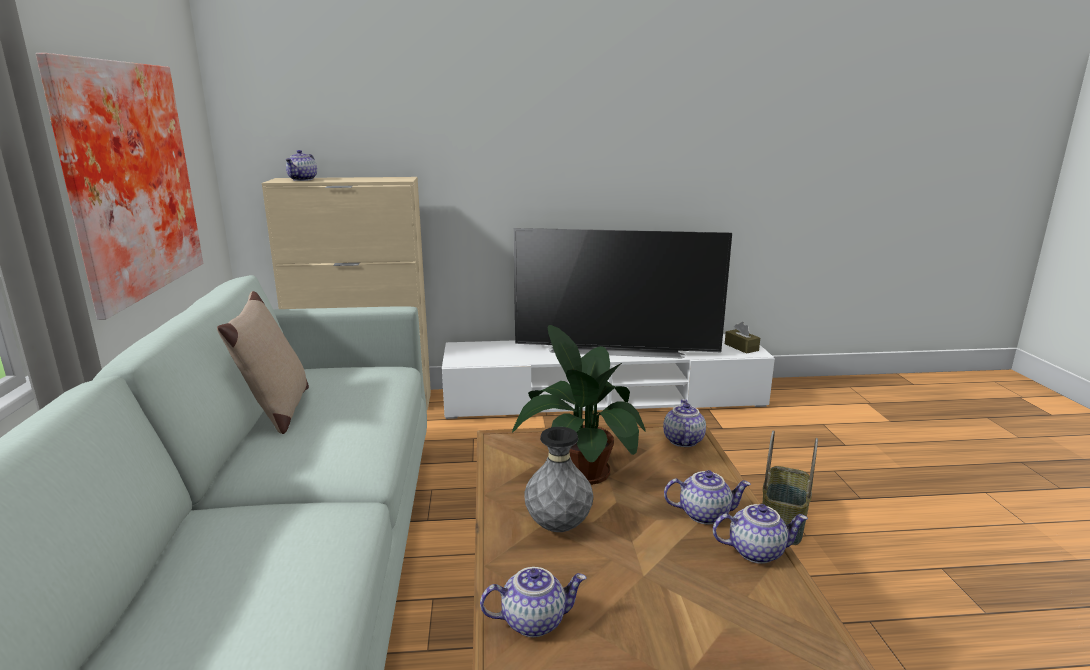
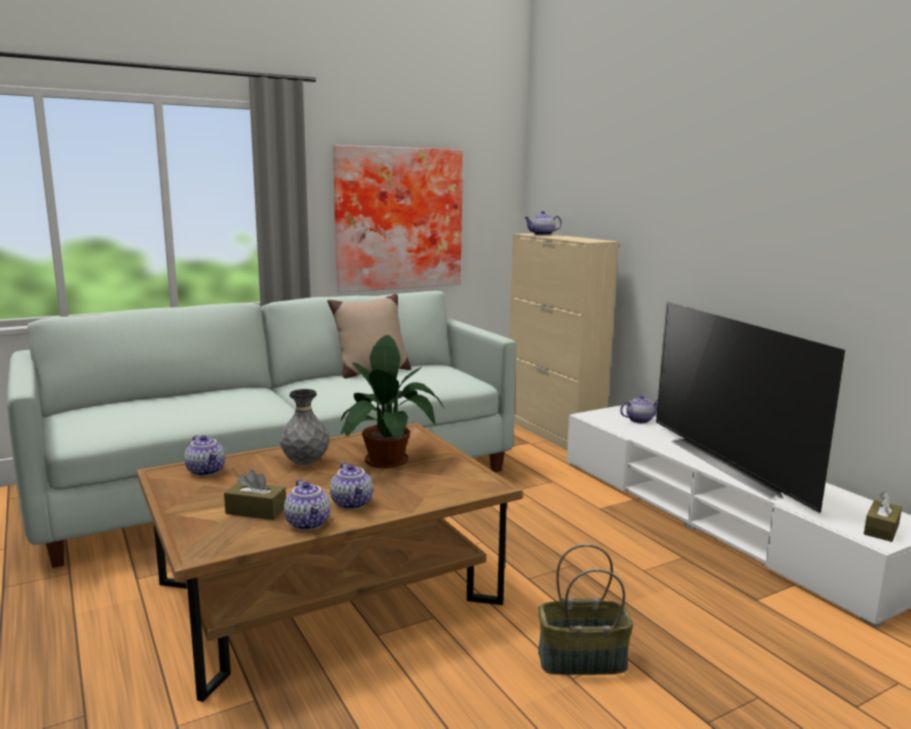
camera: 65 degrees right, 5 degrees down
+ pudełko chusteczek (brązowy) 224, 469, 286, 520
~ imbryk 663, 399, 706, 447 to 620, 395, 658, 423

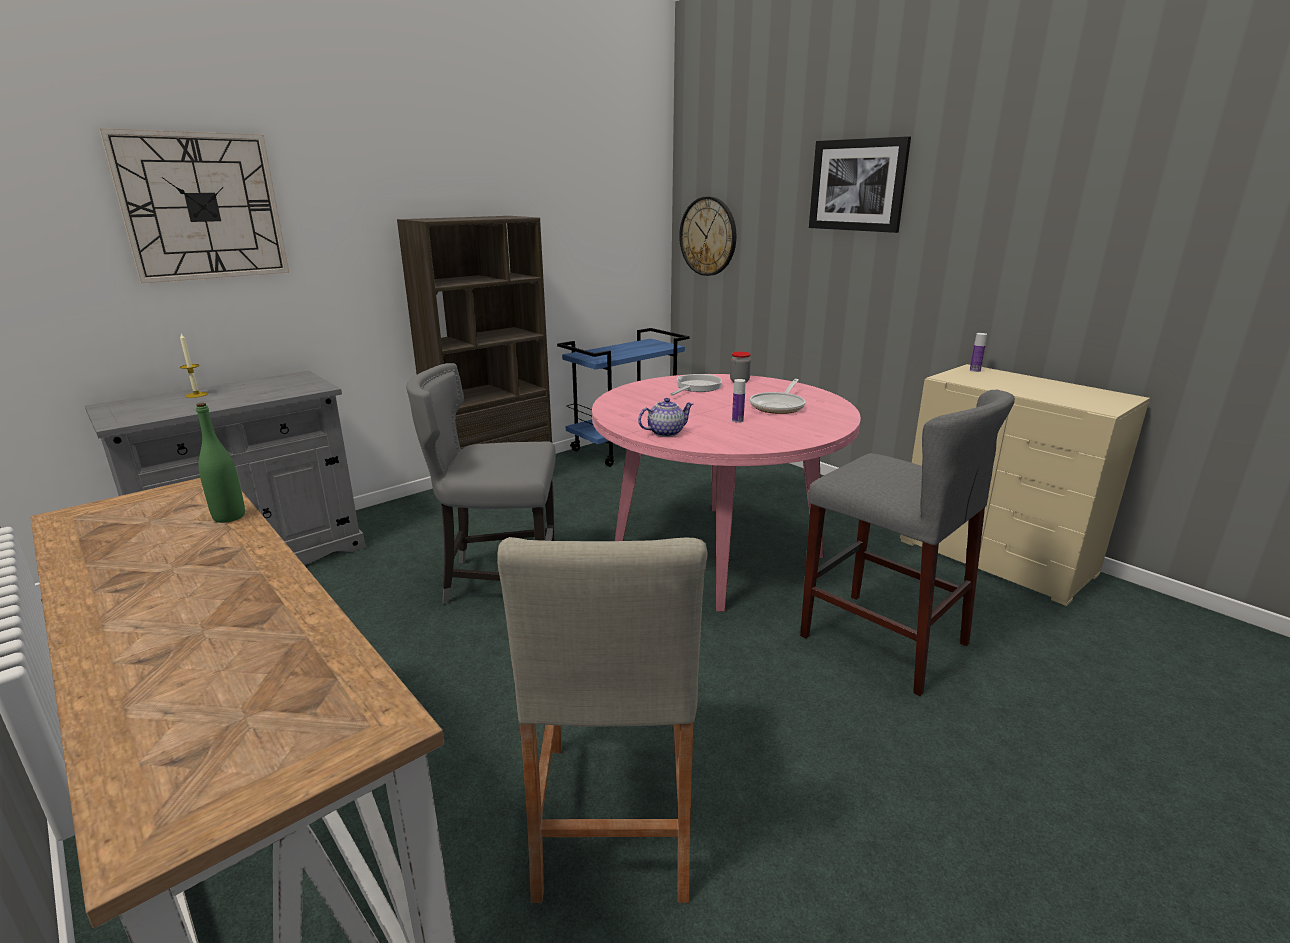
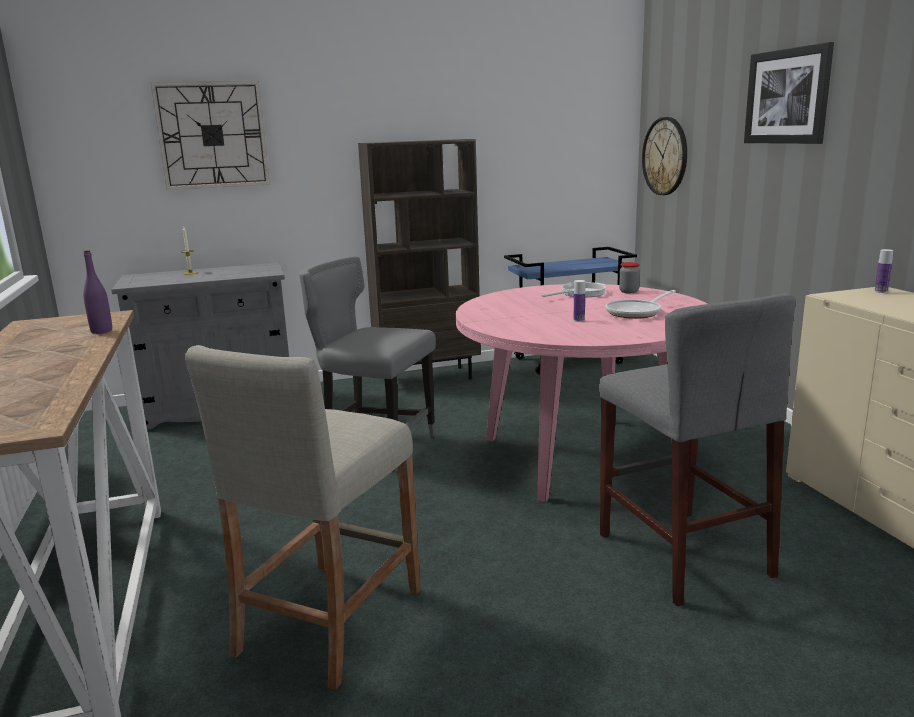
camera: 25 degrees right, 5 degrees down
- imbryk 638, 398, 693, 437
~ butelka (zielony) 196, 403, 245, 523 to butelka (fioletowy) 83, 250, 112, 334

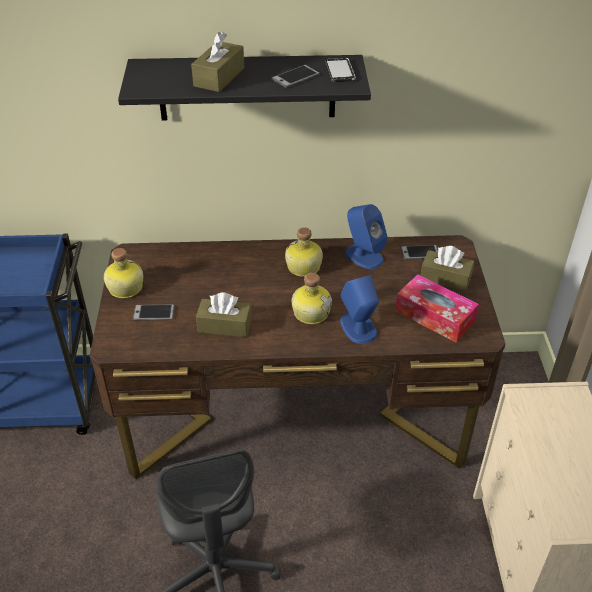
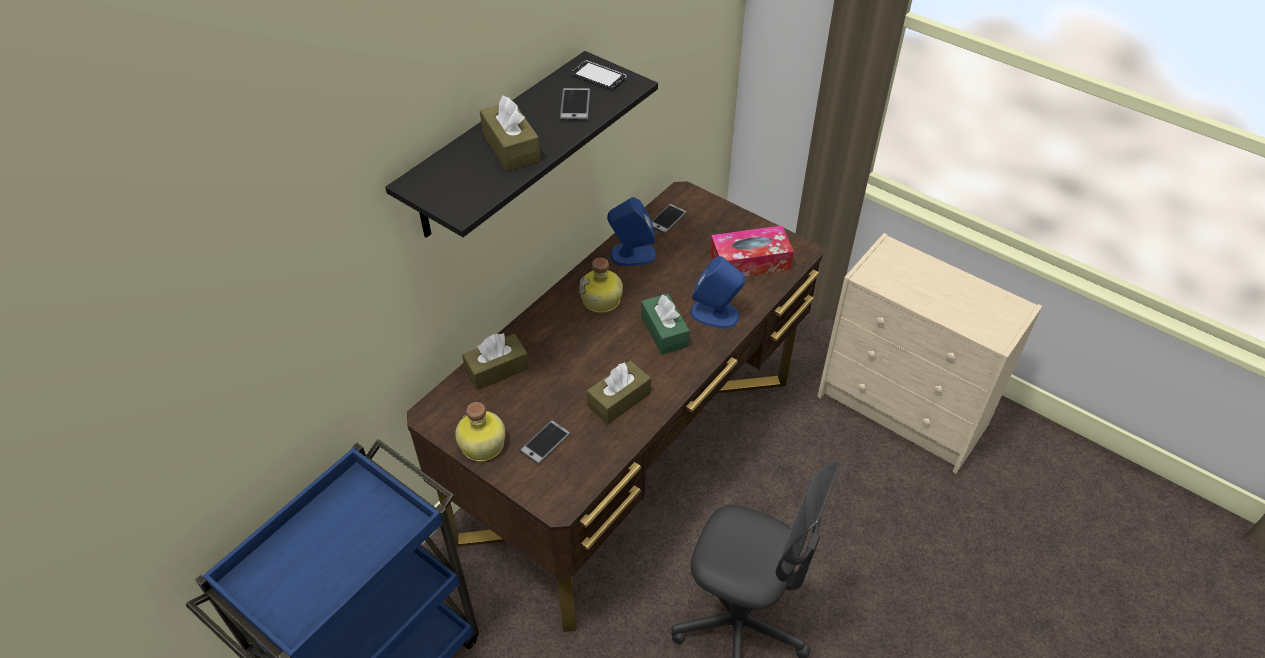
camera: 50 degrees left, 5 degrees up
~ pudełko chusteczek (brązowy) 421, 246, 474, 291 to 462, 333, 529, 390
~ butelka 292, 273, 332, 324 to pudełko chusteczek (zielony) 641, 294, 690, 355

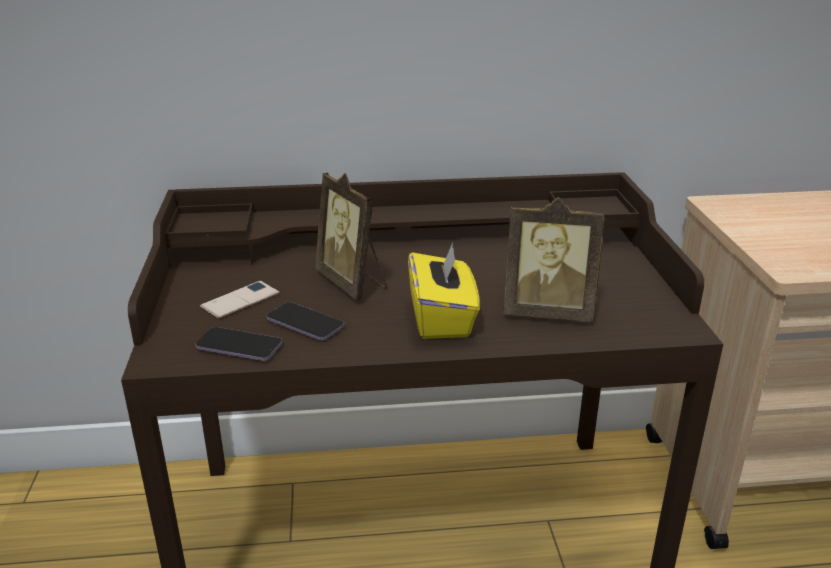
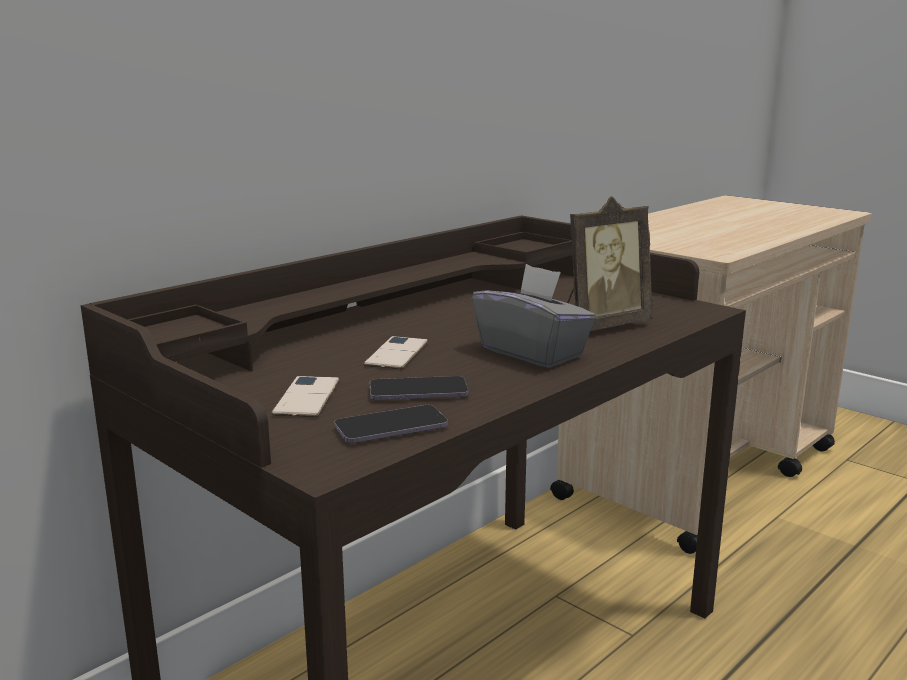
camera: 40 degrees left, 10 degrees down
~ ramka na zdjęcie 315, 172, 387, 300 to telefon 364, 336, 428, 369
~ pudełko chusteczek (żółty) 408, 242, 480, 339 to pudełko chusteczek (szary) 472, 264, 596, 368

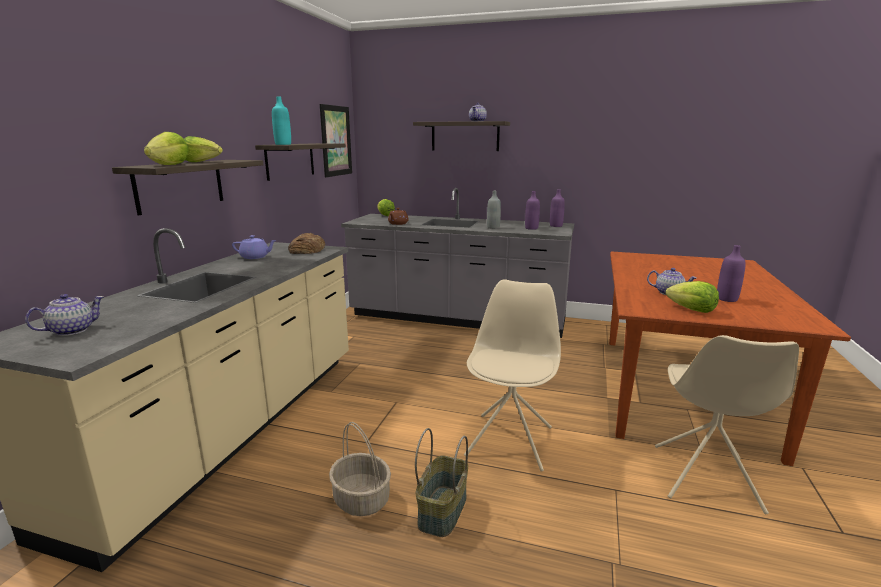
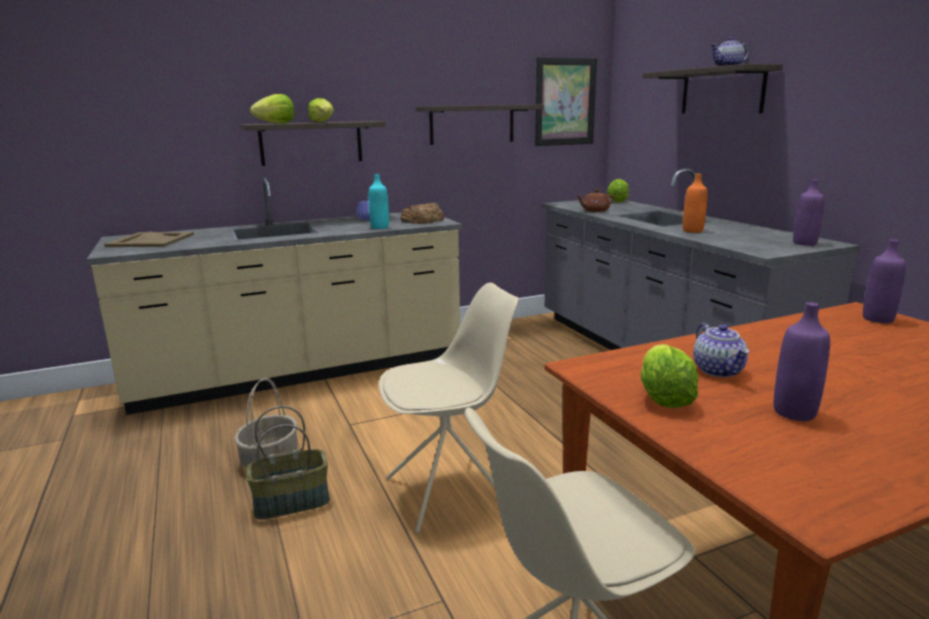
camera: 50 degrees right, 0 degrees up
~ butelka (turkusowy) 272, 97, 291, 145 to 369, 174, 389, 229
~ butelka (fioletowy) 525, 191, 540, 230 to 863, 239, 906, 323
~ imbryk 25, 294, 104, 336 to taca (beżowy) 104, 232, 194, 247
~ butelka (szary) 487, 191, 501, 229 to butelka (pomarańczowy) 683, 174, 708, 233

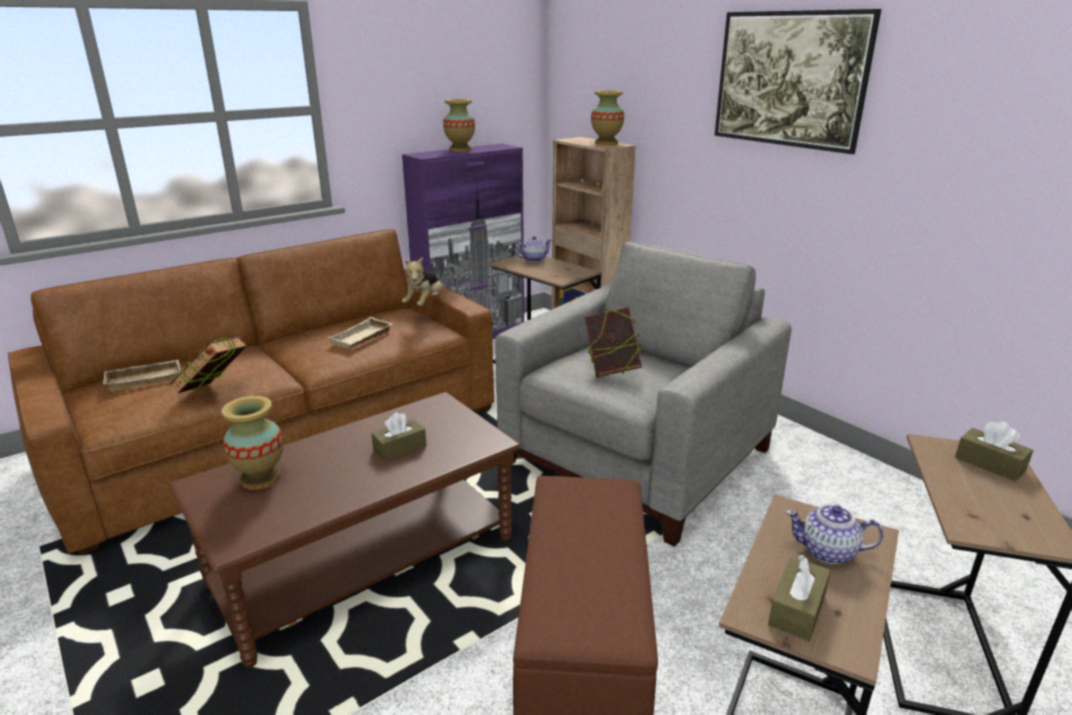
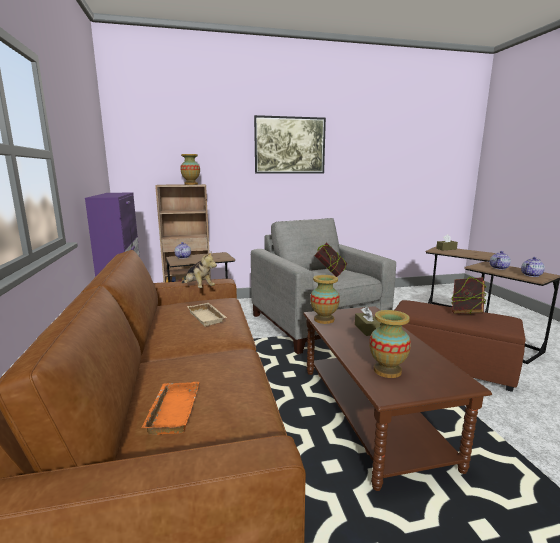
camera: 65 degrees left, 10 degrees down
~ książka 170, 336, 247, 393 to 451, 277, 486, 315
~ wazon 443, 99, 475, 152 to 310, 275, 340, 324
~ pudełko chusteczek (brązowy) 768, 555, 831, 641 to imbryk 521, 257, 545, 277
~ taca (beżowy) 103, 360, 180, 391 to taca (pomarańczowy) 141, 382, 199, 435

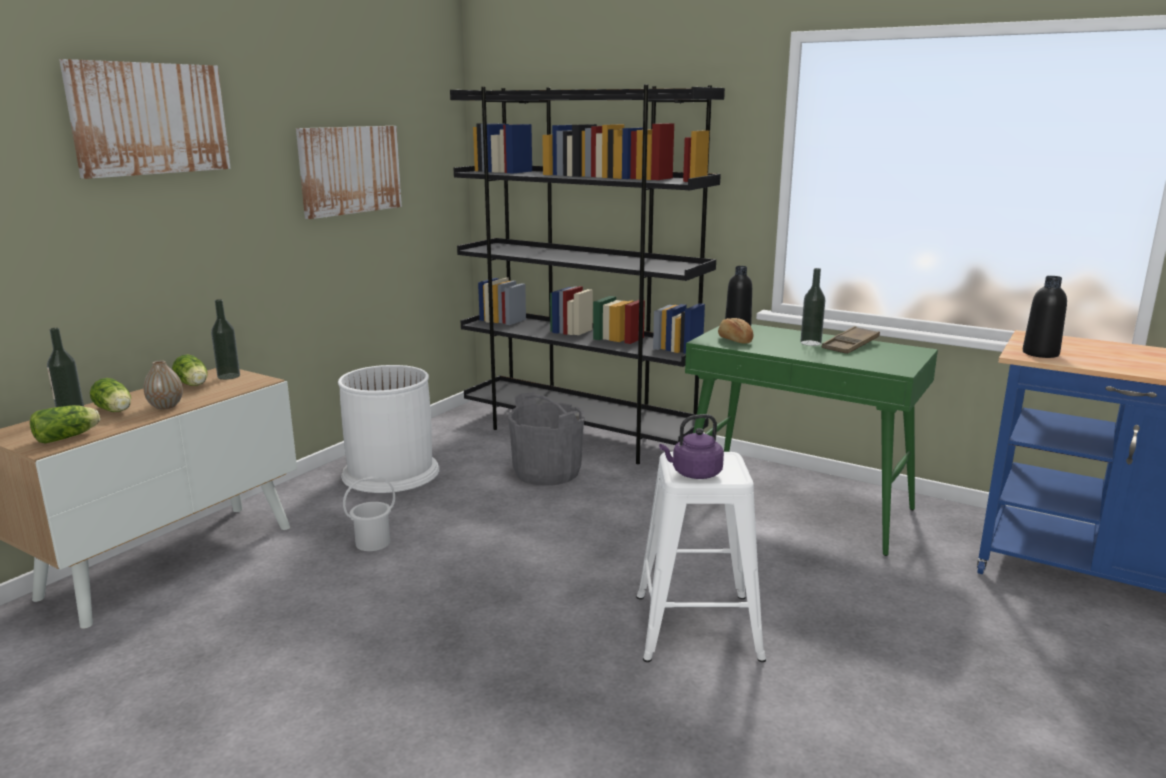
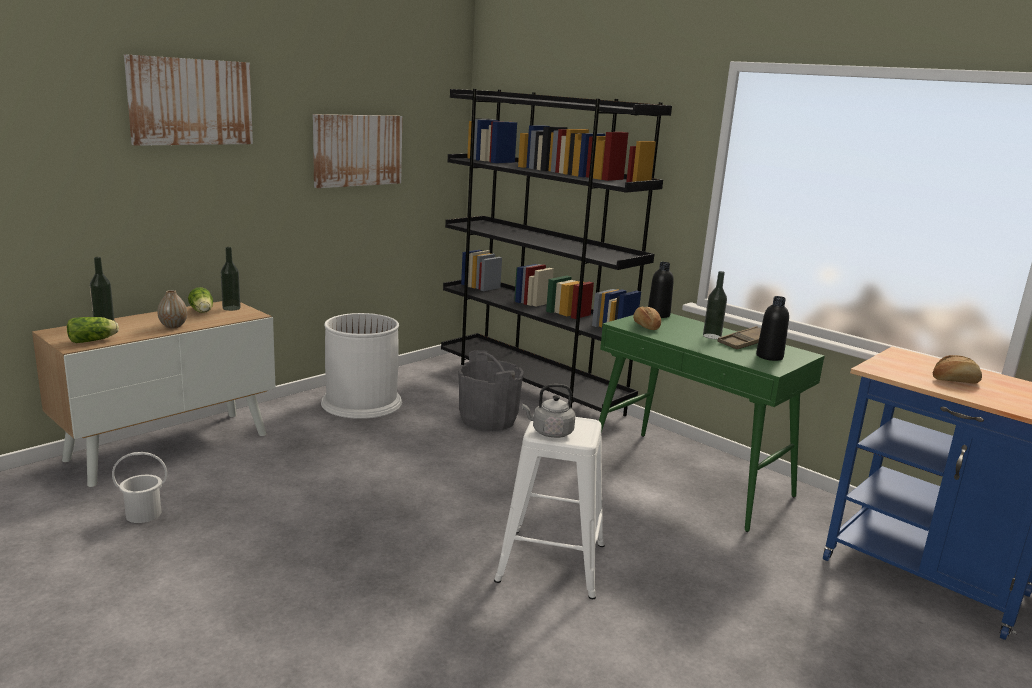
camera: 10 degrees right, 0 degrees up
- sałata 90, 378, 131, 412
+ chleb 933, 355, 982, 384
~ wiadro (biały) 343, 476, 395, 551 to 112, 452, 167, 523
~ butelka (czarny) 1023, 276, 1067, 358 to 756, 296, 789, 361
~ czajnik (fioletowy) 659, 414, 724, 479 to czajnik (szary) 522, 384, 575, 438

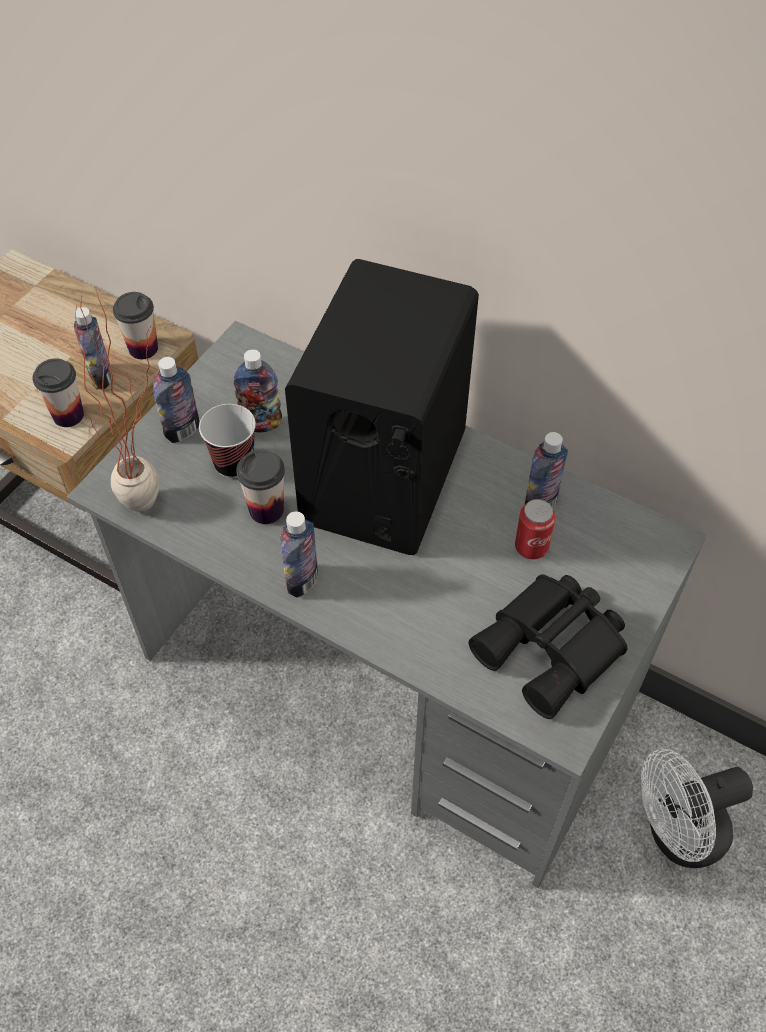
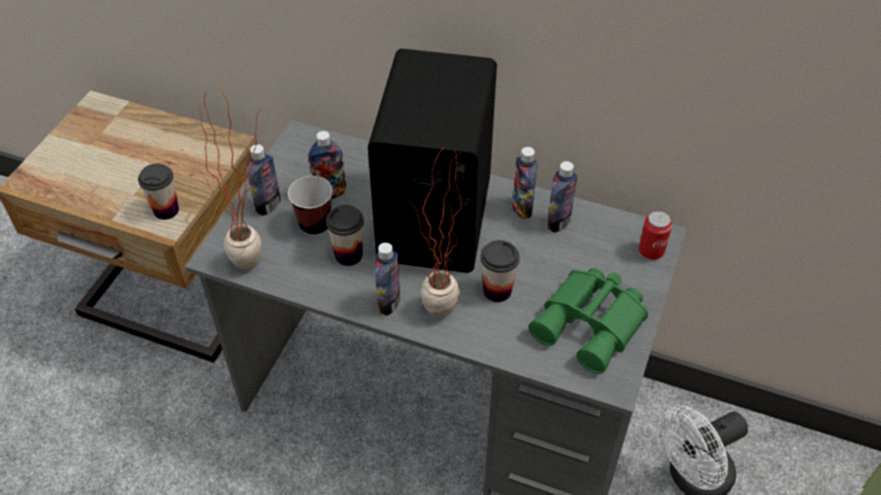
camera: 10 degrees left, 5 degrees down
+ roślina doniczkowa 408, 148, 462, 317
~ butelka 74, 307, 113, 389 to 512, 147, 537, 219
~ filiżanka 113, 292, 158, 359 to 480, 240, 520, 302
~ puszka 515, 499, 556, 559 to 638, 211, 672, 260
~ lornetka (czarny) 468, 574, 627, 719 to lornetka (zielony) 529, 268, 648, 374

